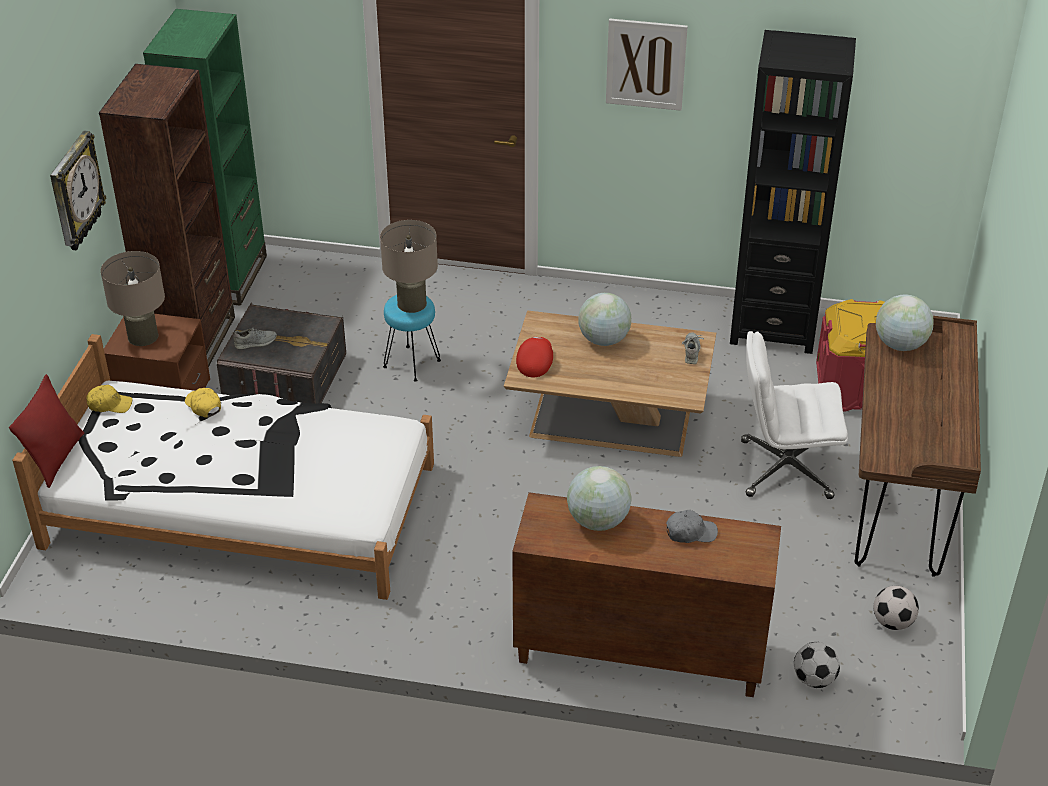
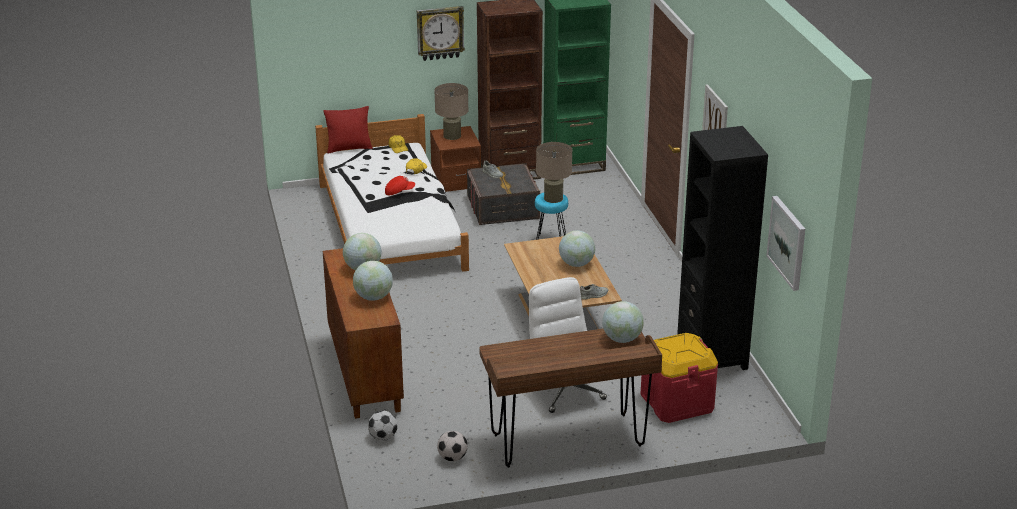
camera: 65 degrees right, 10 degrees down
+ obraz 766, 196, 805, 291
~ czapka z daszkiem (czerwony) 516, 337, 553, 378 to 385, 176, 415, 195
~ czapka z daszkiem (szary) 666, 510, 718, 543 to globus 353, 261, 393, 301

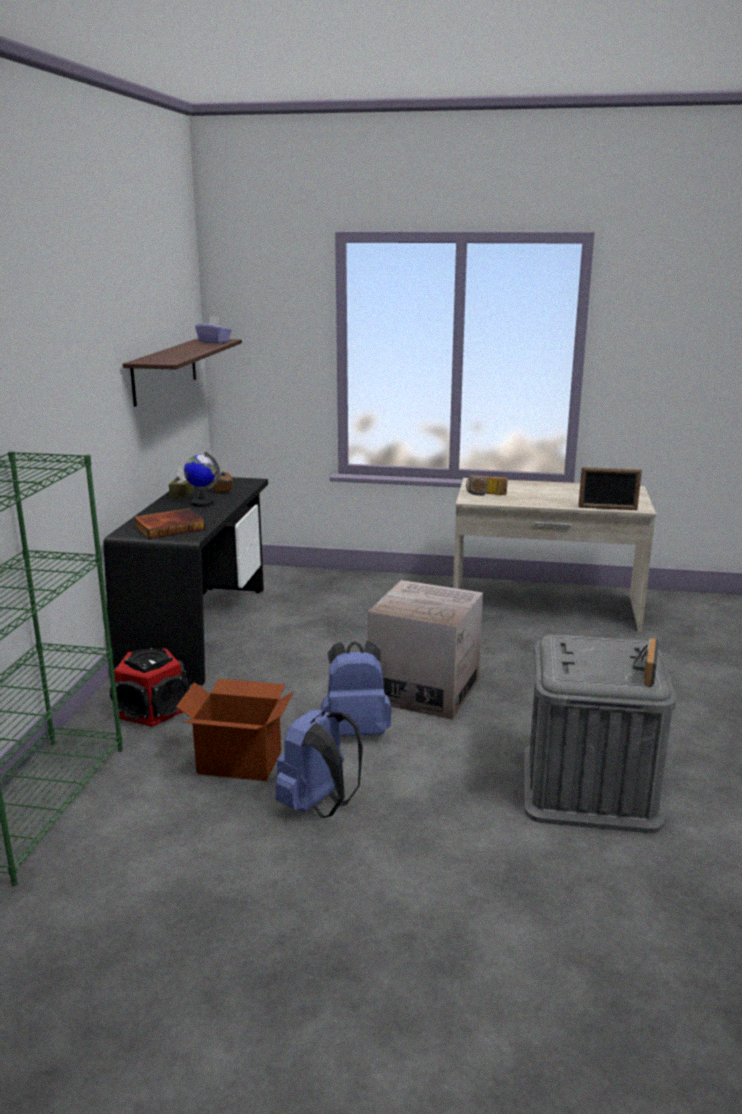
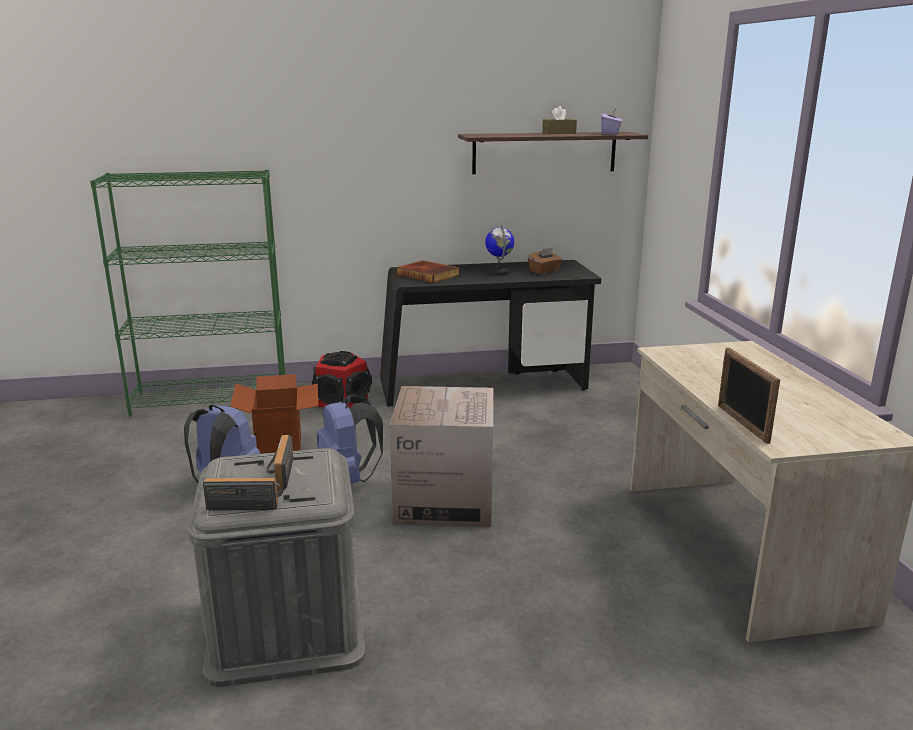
camera: 70 degrees right, 0 degrees up
~ pudełko chusteczek (brązowy) 169, 467, 194, 498 to 542, 106, 577, 134
~ radio 466, 475, 508, 496 to 267, 435, 294, 490

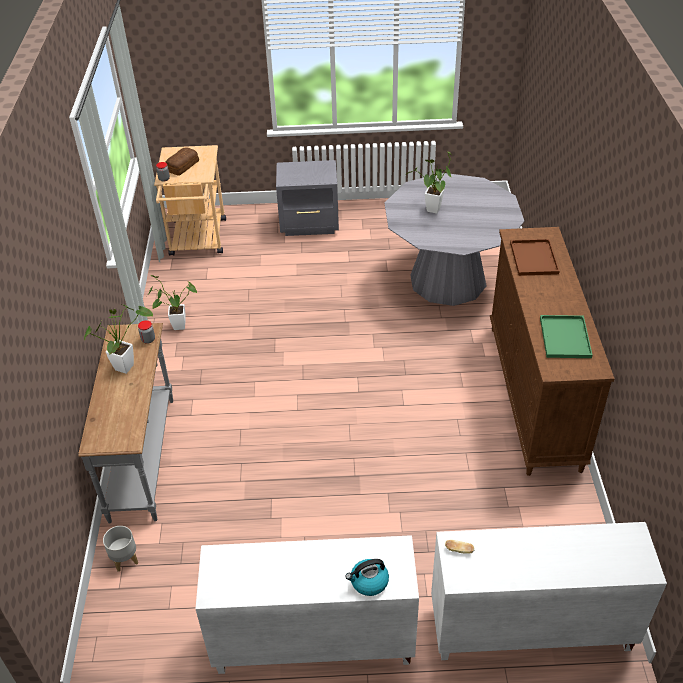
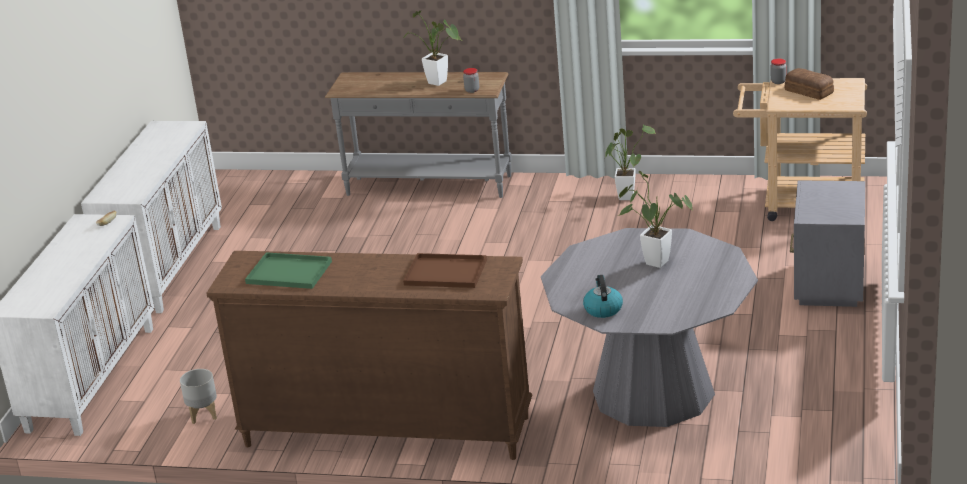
camera: 105 degrees right, 15 degrees down
~ donica (szary) 103, 526, 138, 572 to 180, 369, 217, 424
~ czajnik 345, 559, 389, 596 to 583, 275, 623, 318

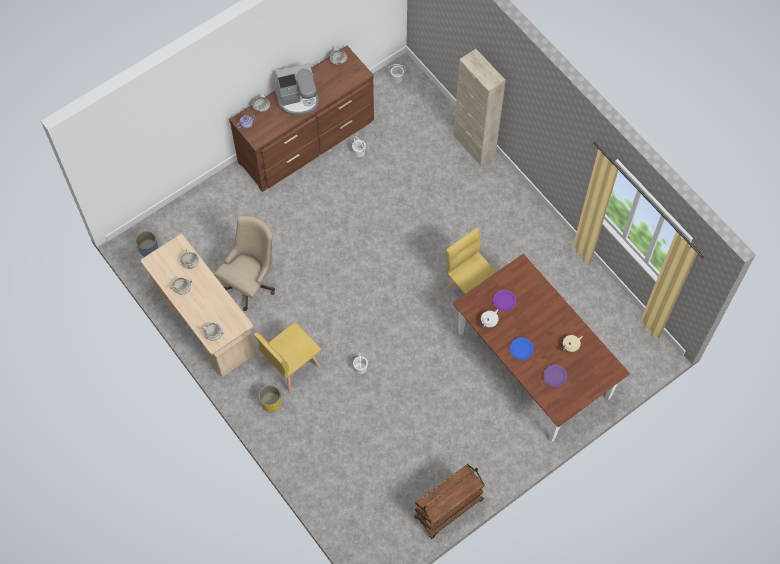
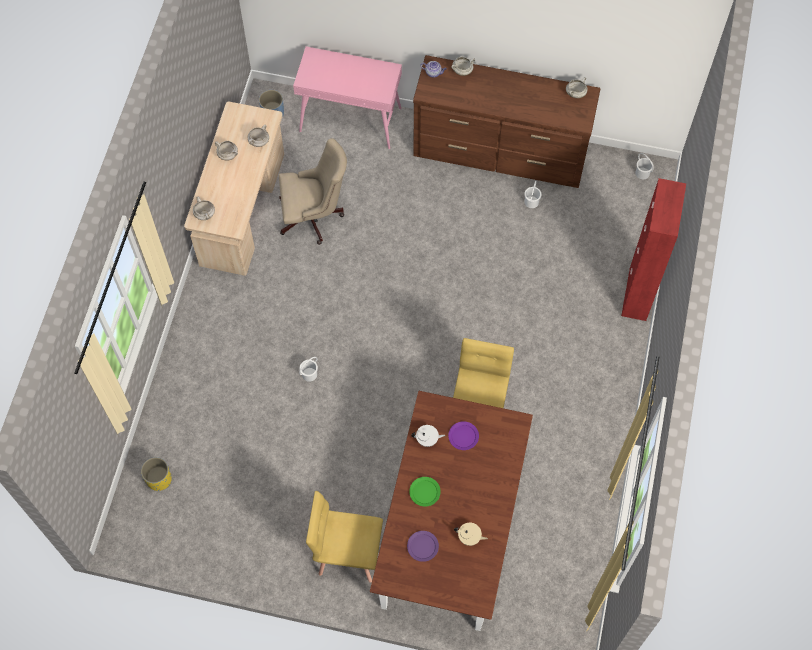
camera: 50 degrees right, 0 degrees up
- ekspres do kawy 275, 63, 319, 115
- wózek (brązowy) 414, 464, 485, 539
+ stolik konsolowy (różowy) 293, 46, 402, 149
~ krzesło (żółty) 253, 322, 321, 392 to 306, 491, 383, 582
~ donica (żółty) 259, 385, 281, 412 to 141, 457, 172, 491
~ szafka (beżowy) 453, 49, 506, 166 to szafka (czerwony) 621, 178, 686, 321
~ talerz (niebieski) 510, 338, 534, 360 to talerz (zielony) 409, 477, 441, 507

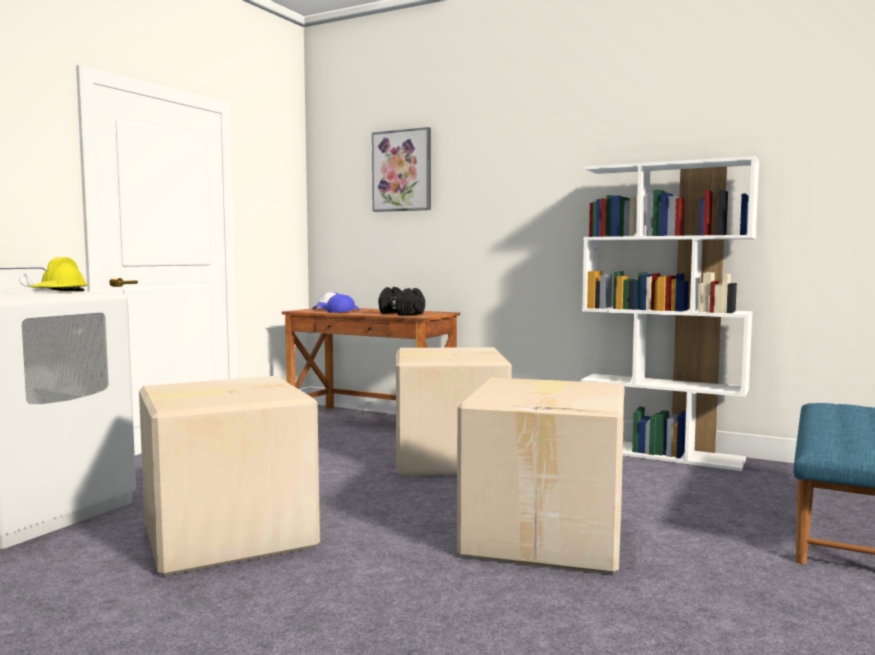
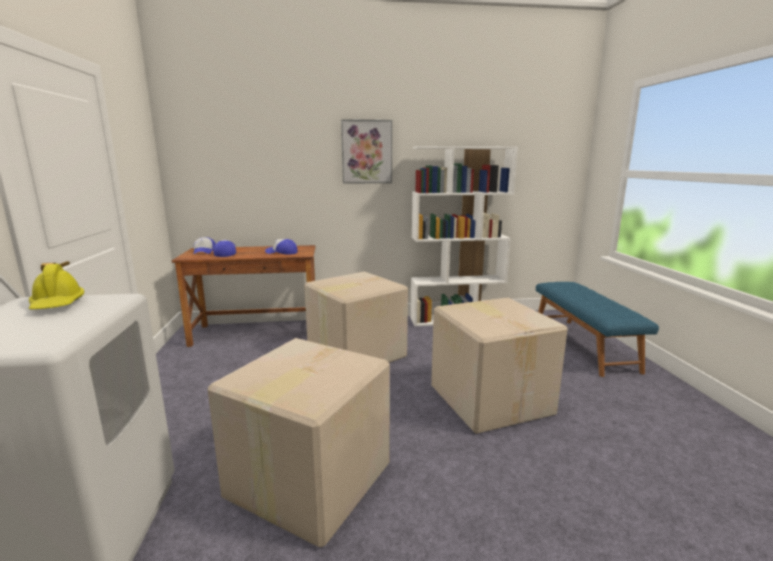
camera: 35 degrees left, 10 degrees up
~ obraz 372, 127, 431, 212 to 341, 119, 392, 184
~ hantel (czarny) 378, 287, 425, 316 to czapka z daszkiem 265, 239, 298, 255

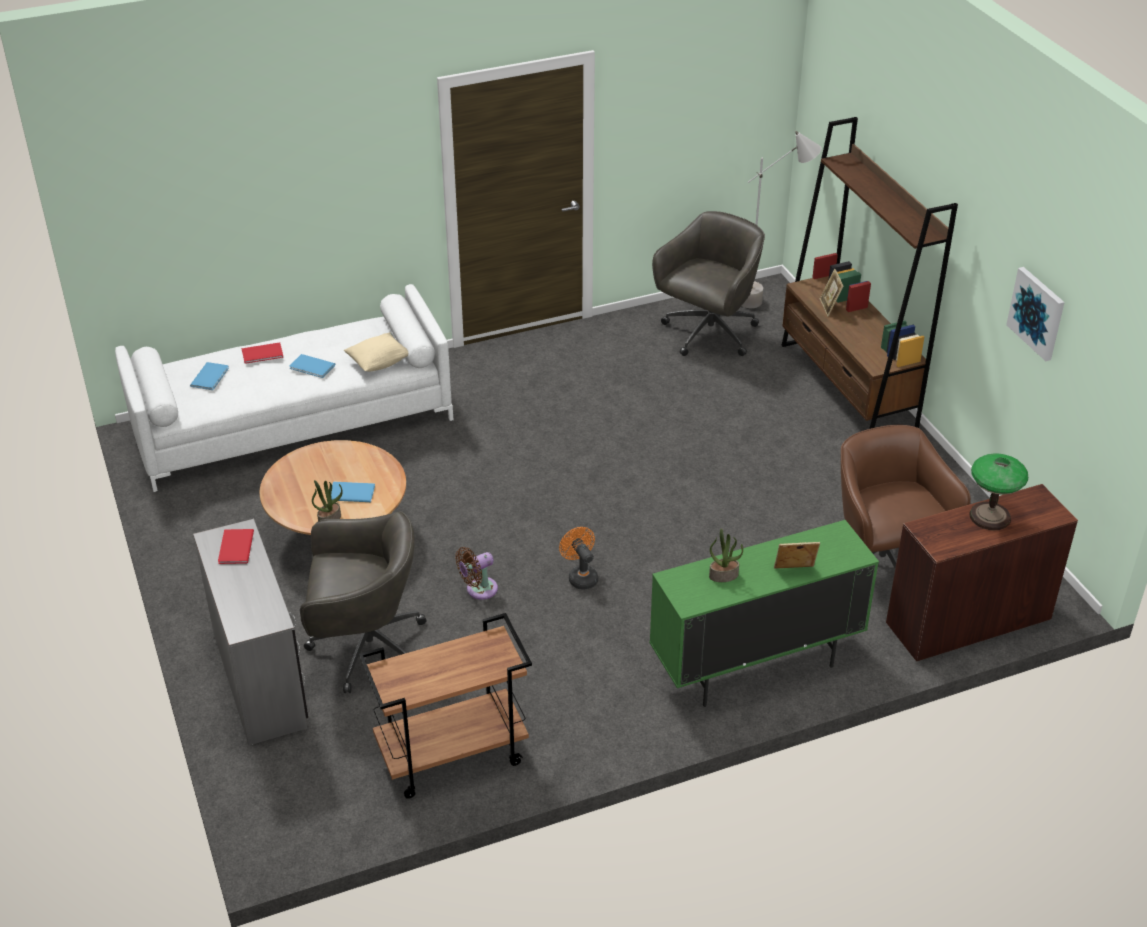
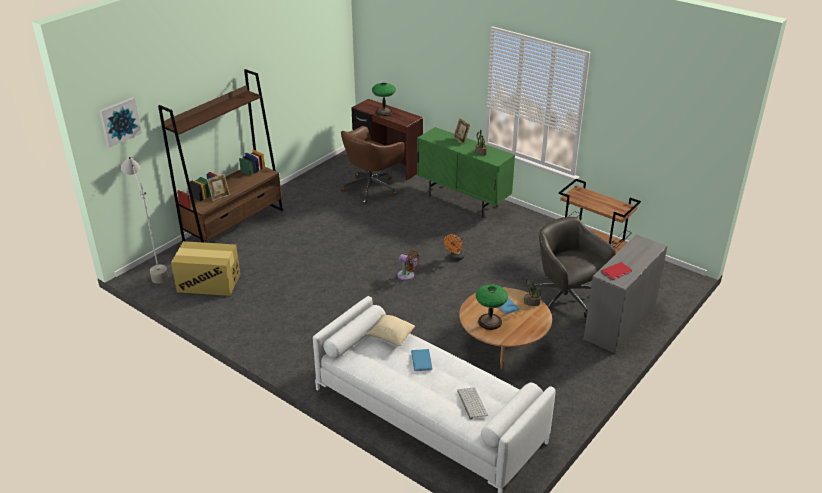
camera: 120 degrees left, 5 degrees down
- książka (czerwony) 242, 342, 283, 364
+ lampa stołowa 475, 284, 508, 330
~ wentylator (brązowy) 455, 547, 498, 600 to 397, 250, 420, 281
~ obraz 1006, 267, 1065, 361 to 99, 97, 142, 148
~ książka (niebieski) 190, 362, 229, 390 to klawiatura 457, 387, 488, 419
~ krzesło biurowe (szary) 652, 211, 765, 356 to karton 171, 241, 240, 296

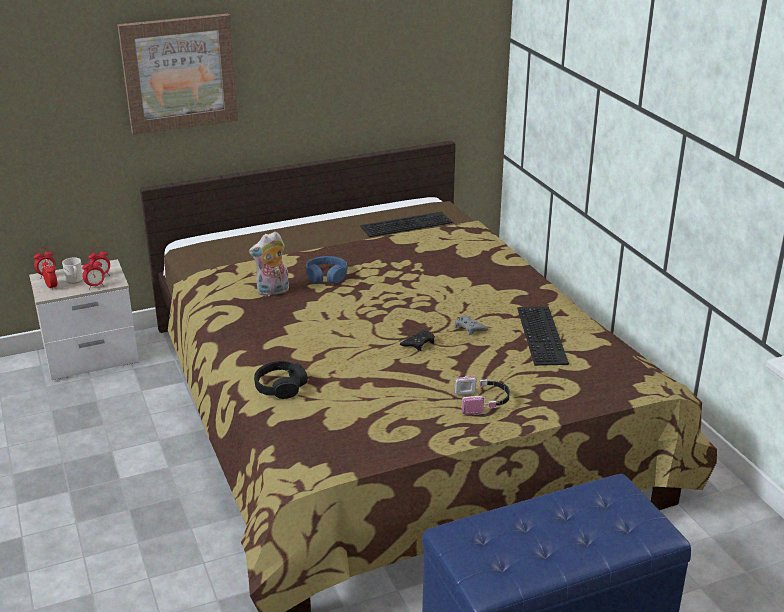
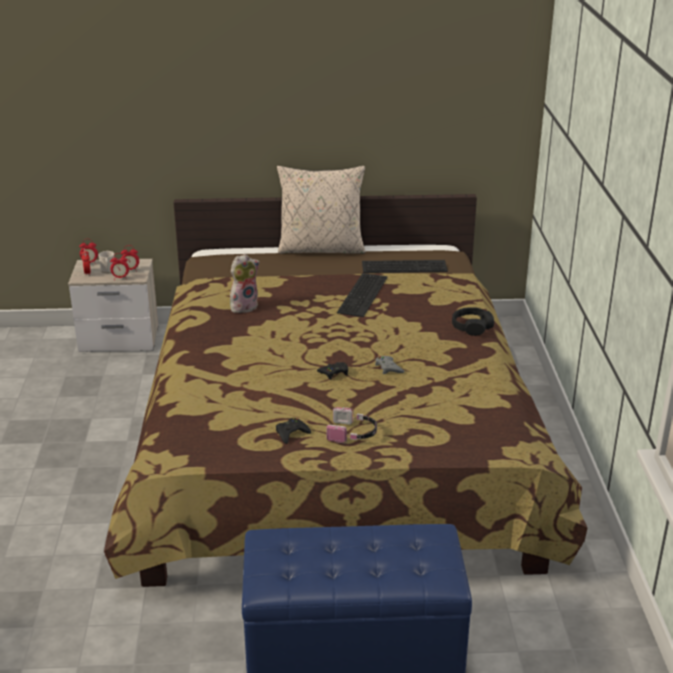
camera: 20 degrees right, 0 degrees up
- obraz 117, 13, 238, 135
- słuchawki (niebieski) 306, 256, 348, 284
+ pad do gier (czarny) 276, 418, 311, 444
+ poduszka (beżowy) 277, 166, 365, 254
~ słuchawki (czarny) 254, 361, 308, 399 to 452, 307, 494, 336
~ klawiatura 517, 306, 569, 366 to 337, 273, 388, 317
~ pluszak 249, 232, 289, 296 = 230, 254, 260, 313 150 degrees clockwise

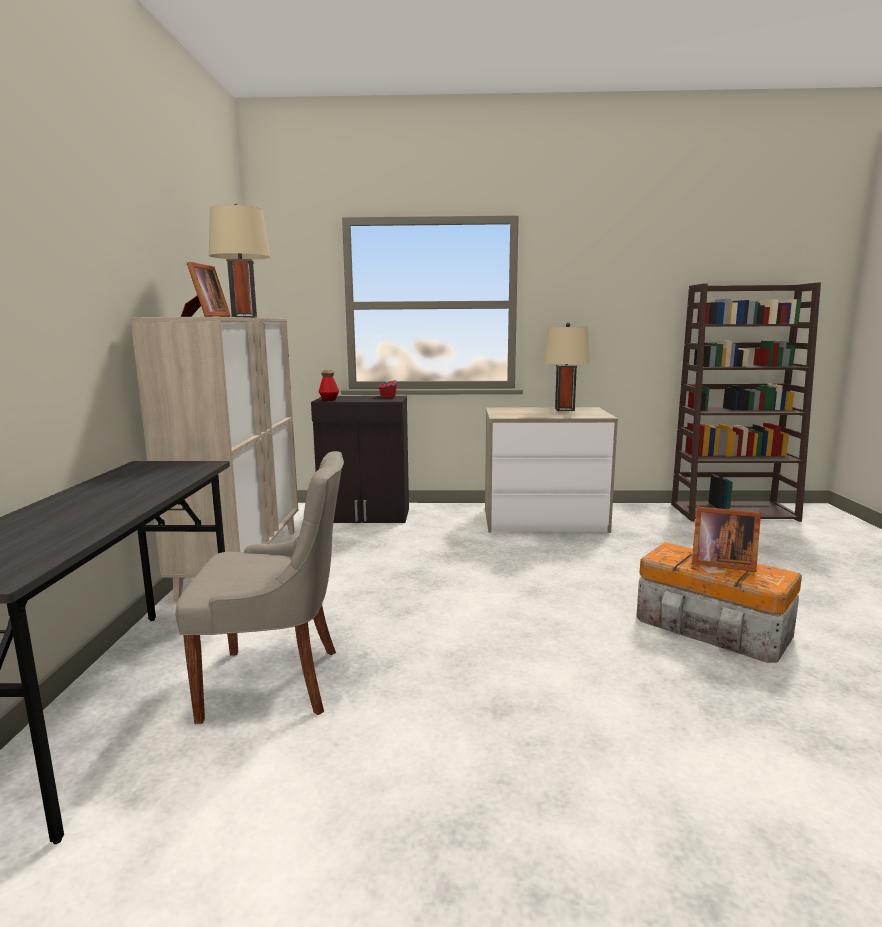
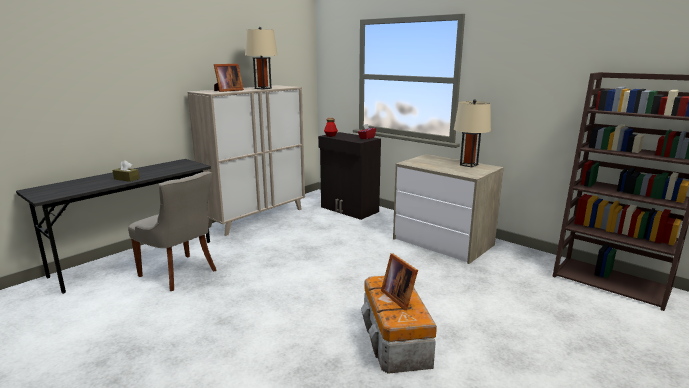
camera: 40 degrees right, 5 degrees up
+ pudełko chusteczek (brązowy) 112, 160, 140, 182

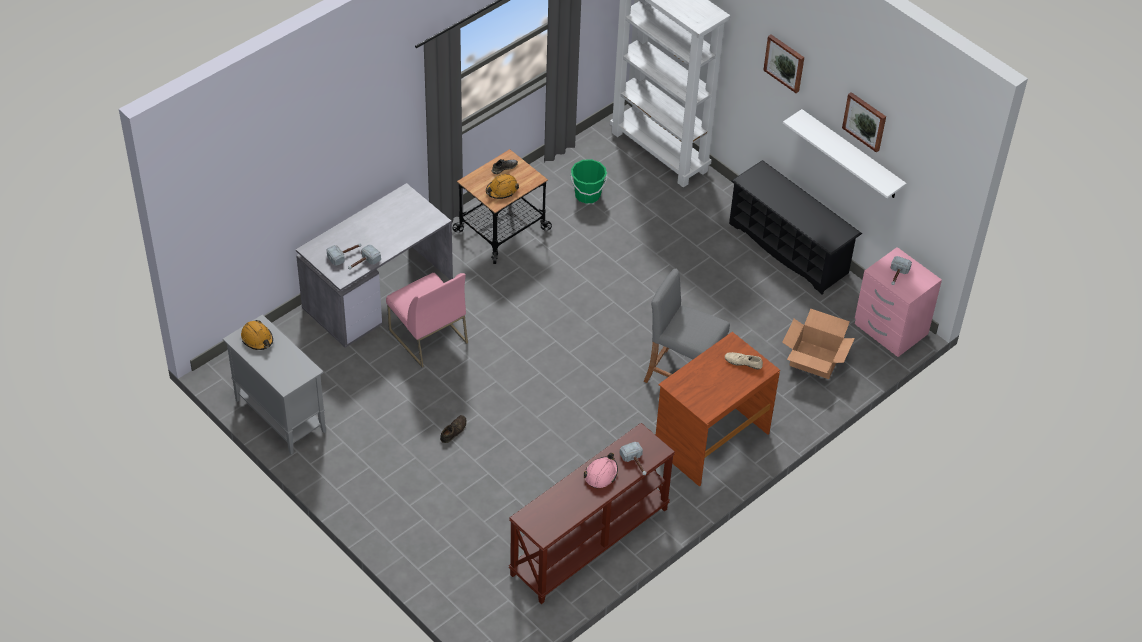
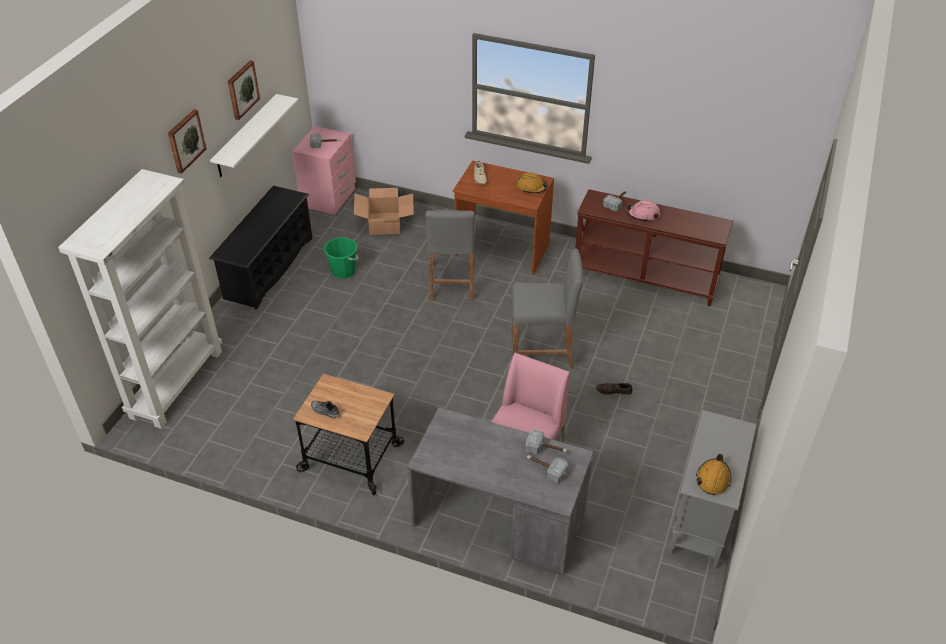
camera: 115 degrees left, 5 degrees down
+ stołek (szary) 512, 249, 583, 369
~ kask (pomarańczowy) 486, 174, 519, 199 to 516, 172, 548, 193
~ wiadro (zielony) 571, 159, 607, 203 to 324, 237, 358, 278

